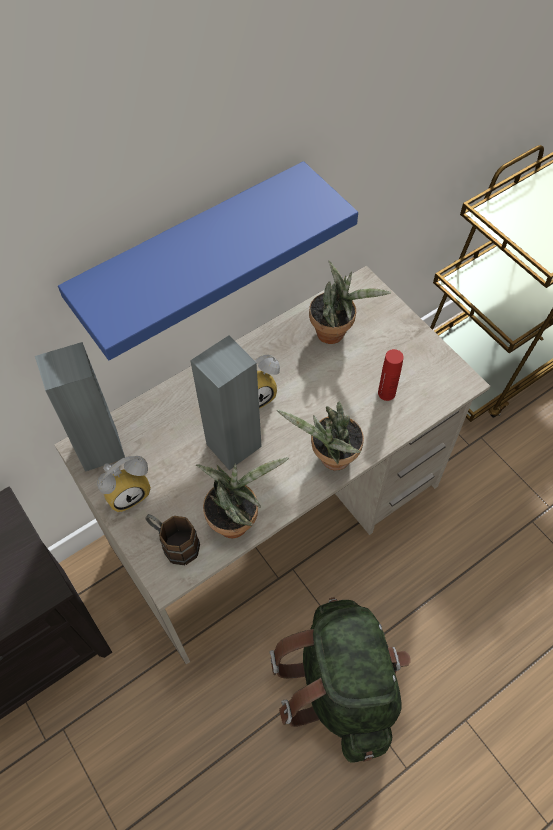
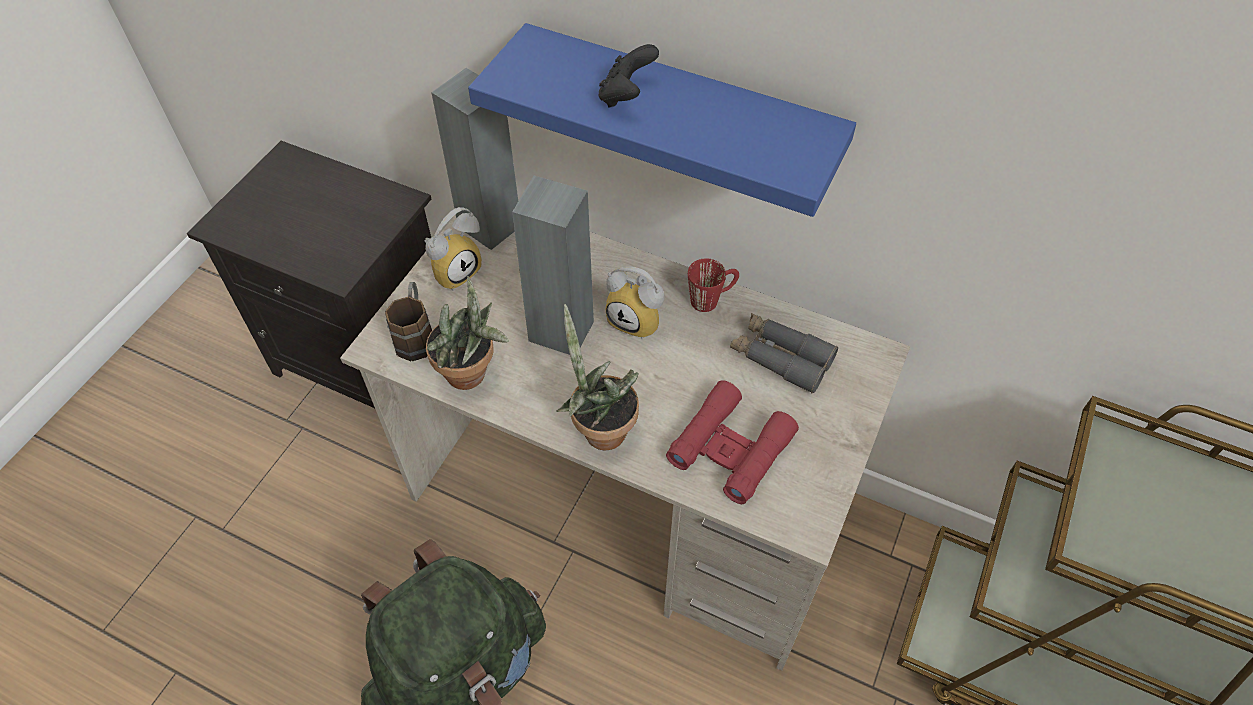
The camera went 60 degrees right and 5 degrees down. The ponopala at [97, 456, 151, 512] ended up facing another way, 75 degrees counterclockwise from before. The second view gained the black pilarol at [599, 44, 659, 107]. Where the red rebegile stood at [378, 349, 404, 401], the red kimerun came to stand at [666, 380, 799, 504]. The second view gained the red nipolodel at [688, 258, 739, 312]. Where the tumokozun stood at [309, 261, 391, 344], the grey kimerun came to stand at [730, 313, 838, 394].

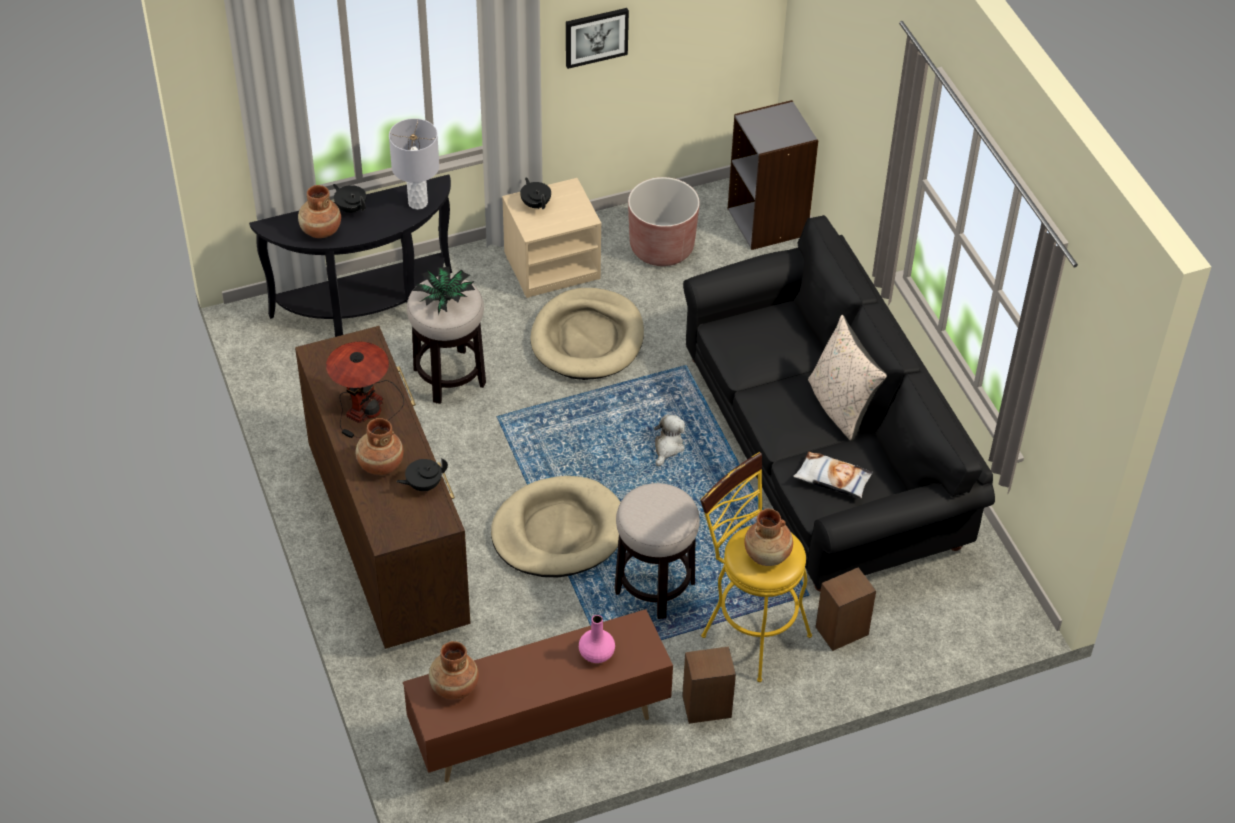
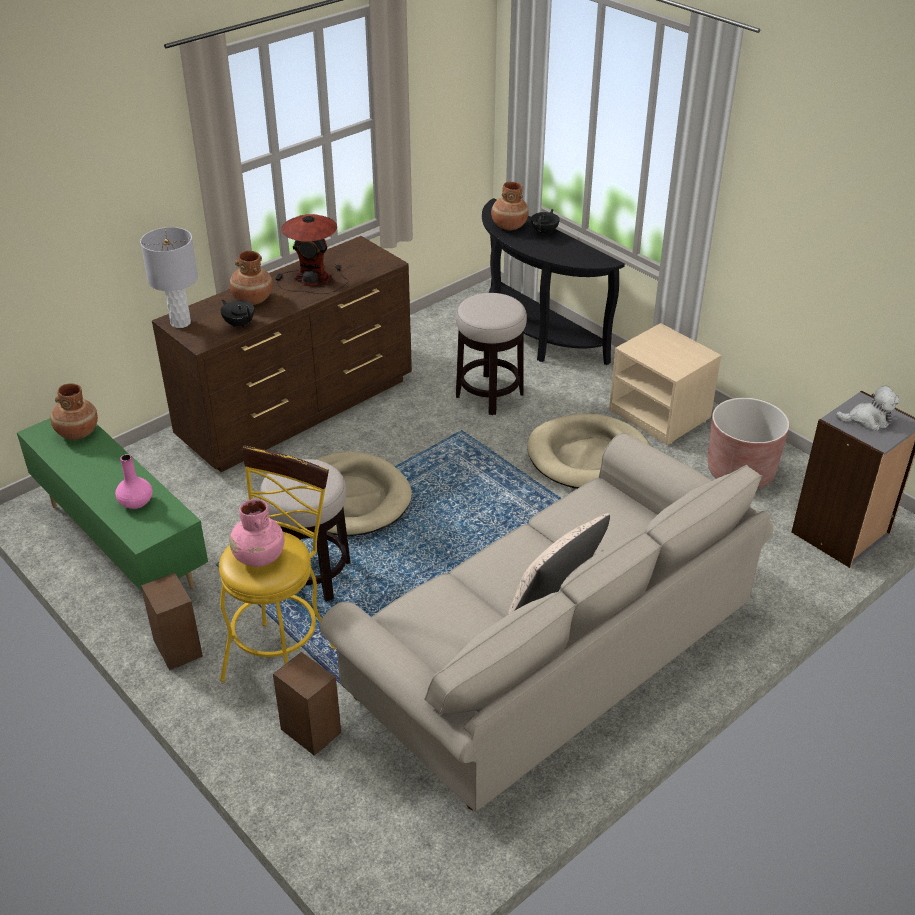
The camera went 70 degrees right and 10 degrees down. What was the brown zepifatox at [403, 609, 673, 783] turned into the green zepifatox at [17, 418, 208, 592]. The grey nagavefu ended up elsewhere, having gone from [389, 118, 439, 210] to [140, 227, 198, 328]. What was the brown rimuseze at [744, 509, 793, 566] turned into the pink rimuseze at [229, 499, 284, 567]. What was the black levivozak at [683, 215, 995, 592] turned into the beige levivozak at [320, 433, 774, 812]. The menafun ended up elsewhere, having gone from [654, 414, 685, 466] to [836, 385, 900, 431]. The second view lost the tumokozun at [413, 266, 475, 315]. The second view lost the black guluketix at [520, 177, 551, 209]. The second view lost the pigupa at [566, 8, 629, 69]. The second view lost the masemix at [793, 452, 873, 498].

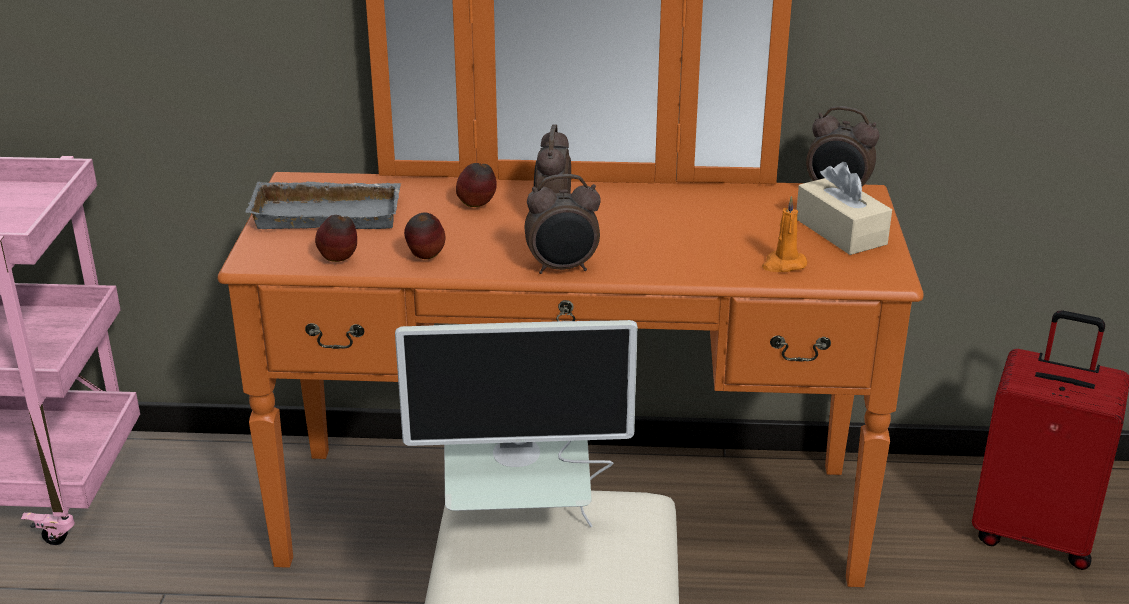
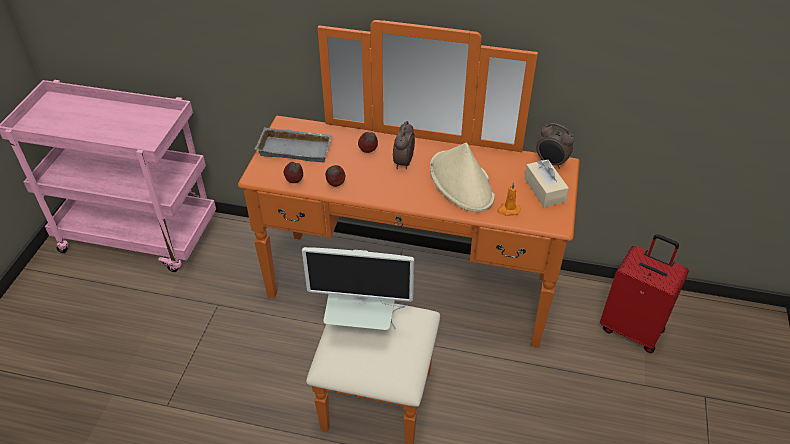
The camera went 10 degrees right and 15 degrees up. The second view gained the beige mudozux at [430, 142, 495, 212]. The second view lost the ponopala at [525, 174, 601, 274].

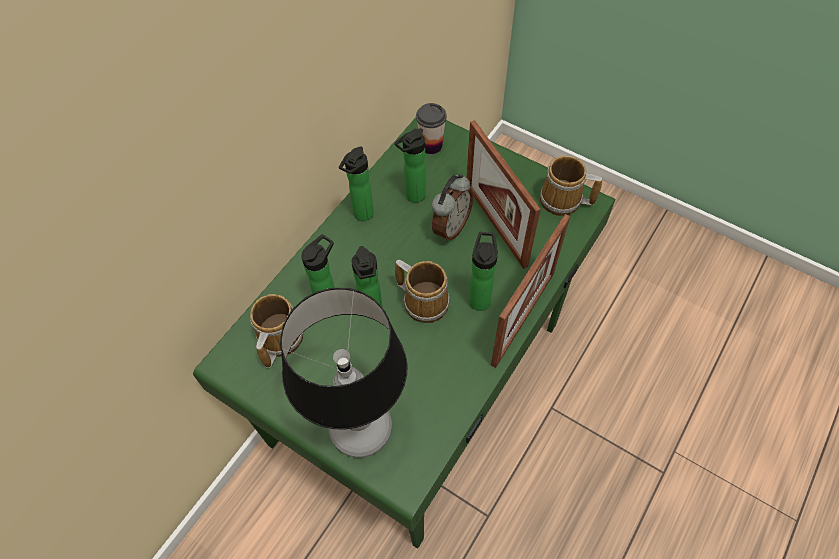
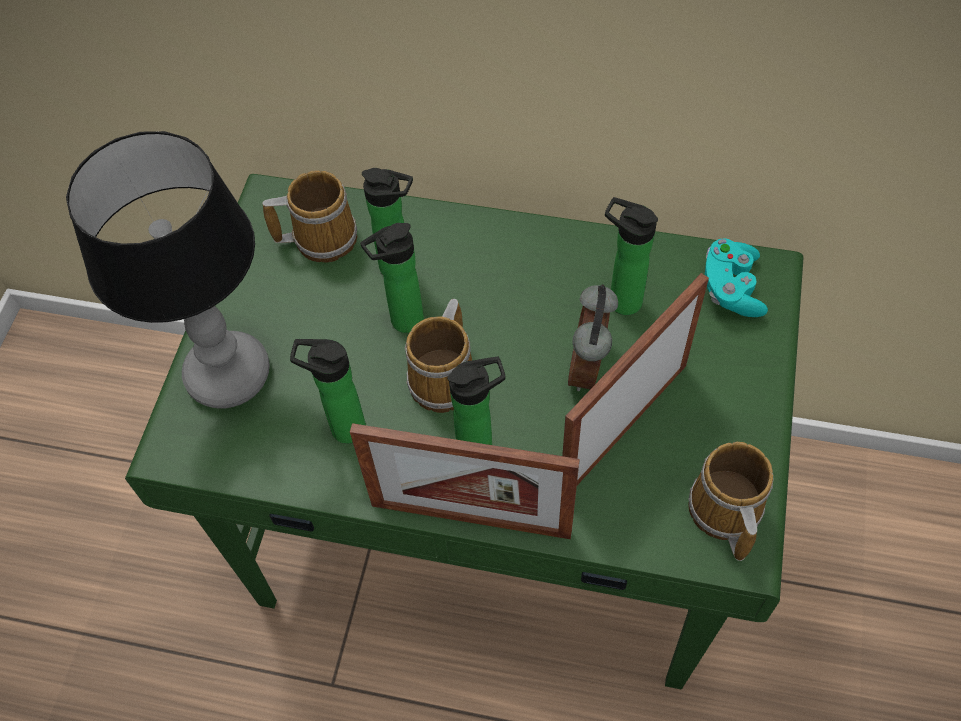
The camera went 70 degrees right and 0 degrees up. The rebegile ended up elsewhere, having gone from [339, 146, 374, 221] to [290, 339, 366, 444]. The ponopala at [432, 174, 473, 242] ended up facing another way, 90 degrees clockwise from before. Where the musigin stood at [416, 103, 447, 154], the turquoise pilarol came to stand at [705, 238, 768, 317].

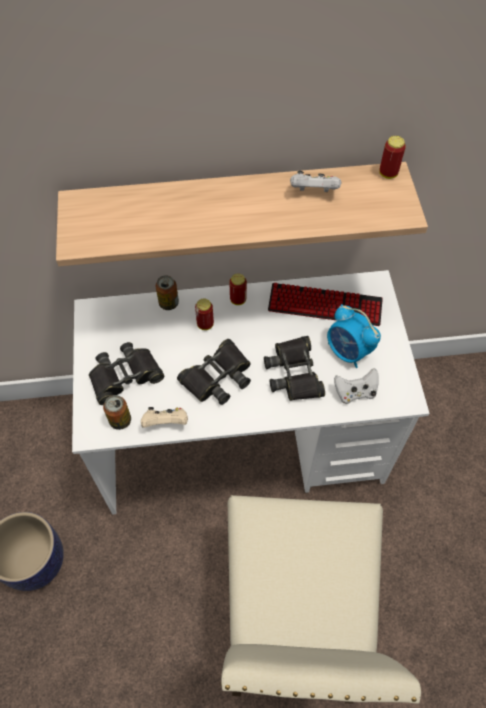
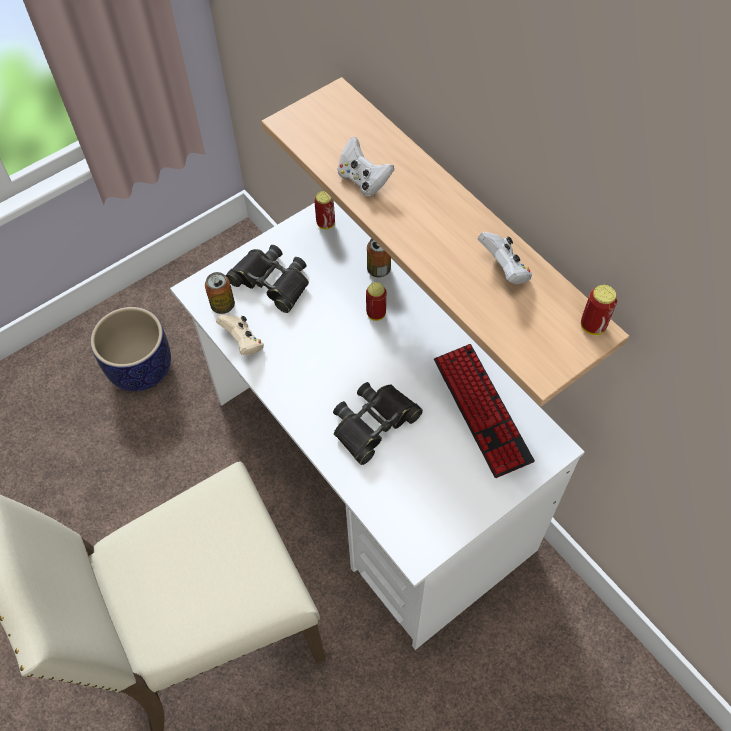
The camera went 60 degrees right and 0 degrees up. The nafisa ended up elsewhere, having gone from [229, 273, 247, 305] to [314, 191, 335, 230]. The white pilarol ended up elsewhere, having gone from [334, 368, 379, 404] to [338, 137, 394, 196]. The second view lost the black kimerun at [177, 339, 251, 405]. The second view lost the ponopala at [327, 304, 381, 368].

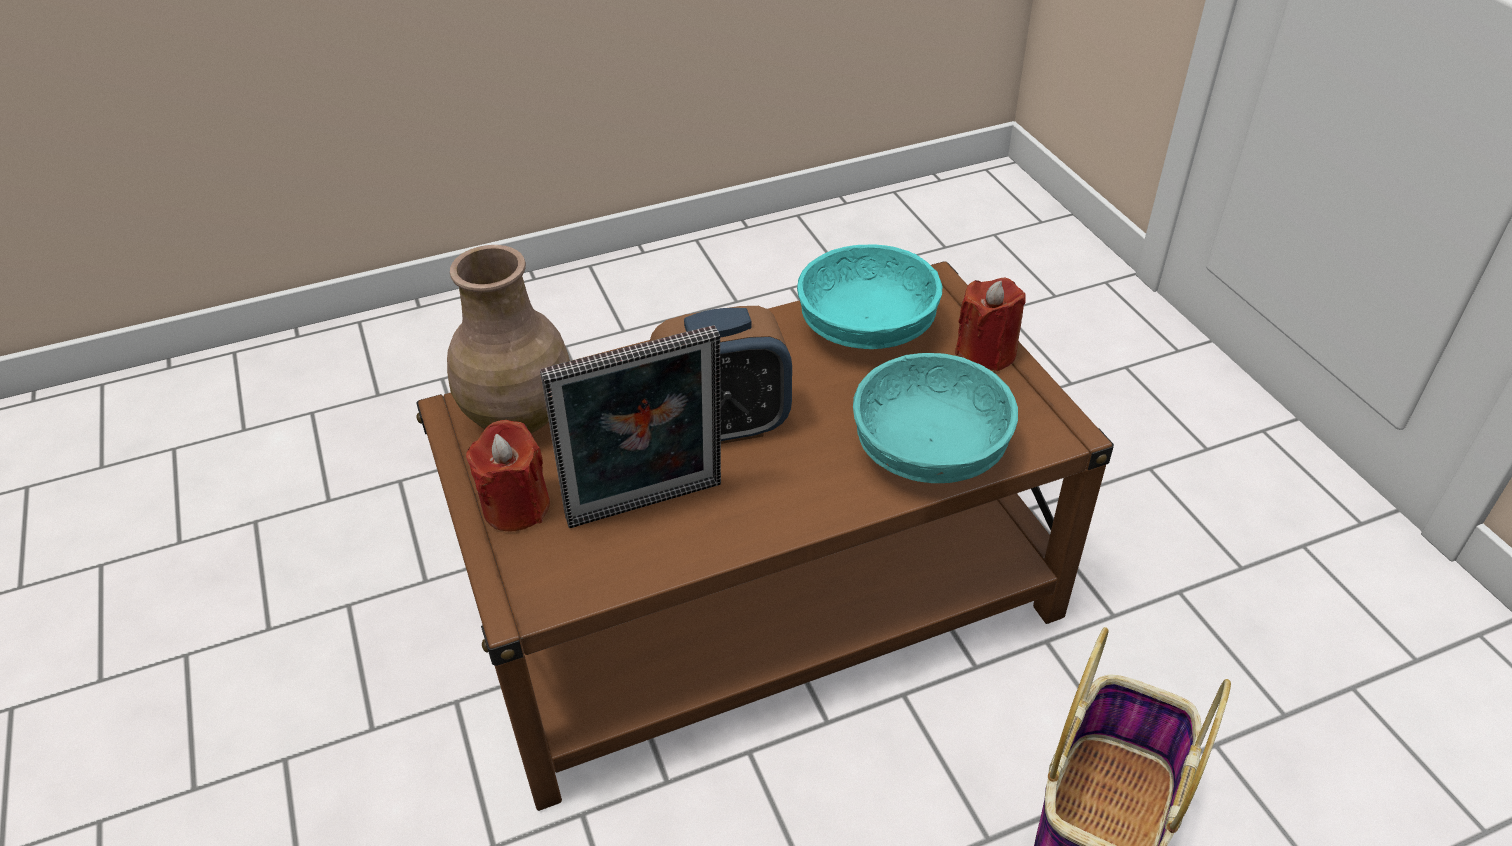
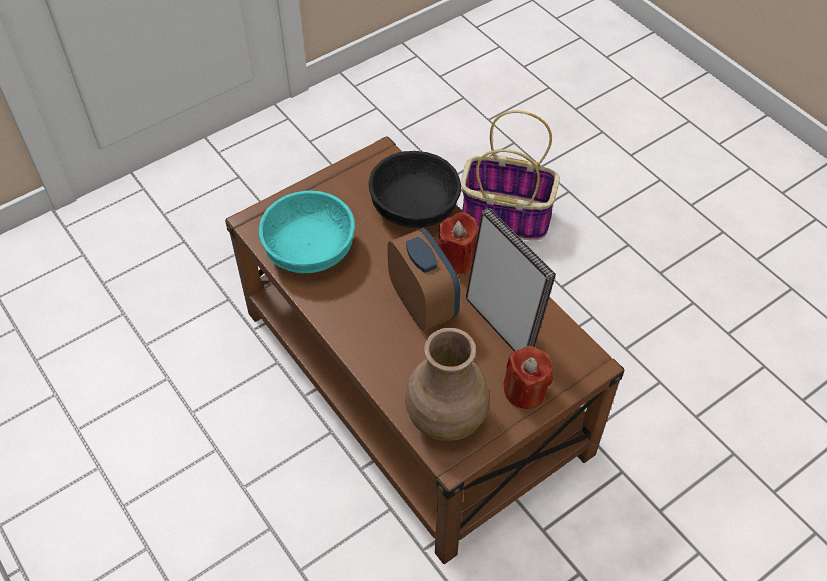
The camera went 105 degrees left and 10 degrees up. What was the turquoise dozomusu at [853, 353, 1018, 483] turned into the black dozomusu at [368, 151, 461, 228]. The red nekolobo ended up elsewhere, having gone from [955, 278, 1026, 371] to [438, 212, 478, 274].

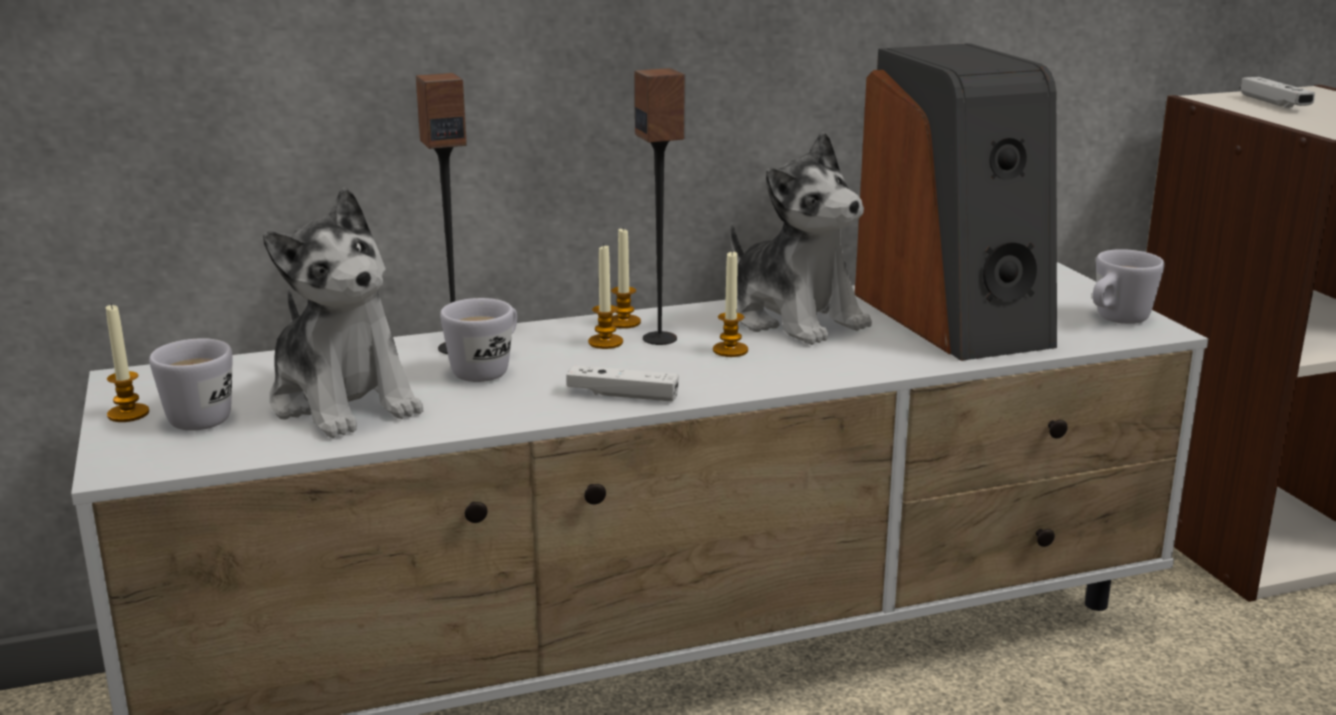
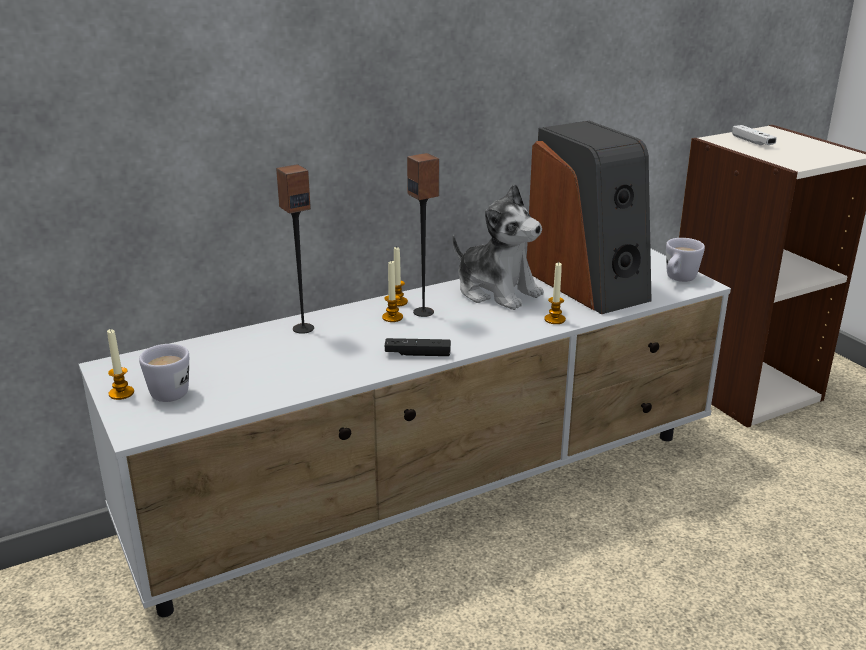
The camera went 10 degrees left and 5 degrees up. What was the white pilarol at [566, 365, 679, 401] turned into the black pilarol at [385, 338, 451, 356]. The nekolobo ended up elsewhere, having gone from [713, 250, 748, 357] to [544, 262, 566, 324]. The second view lost the menafun at [263, 187, 423, 438]. The second view lost the white nipolodel at [440, 298, 517, 382].

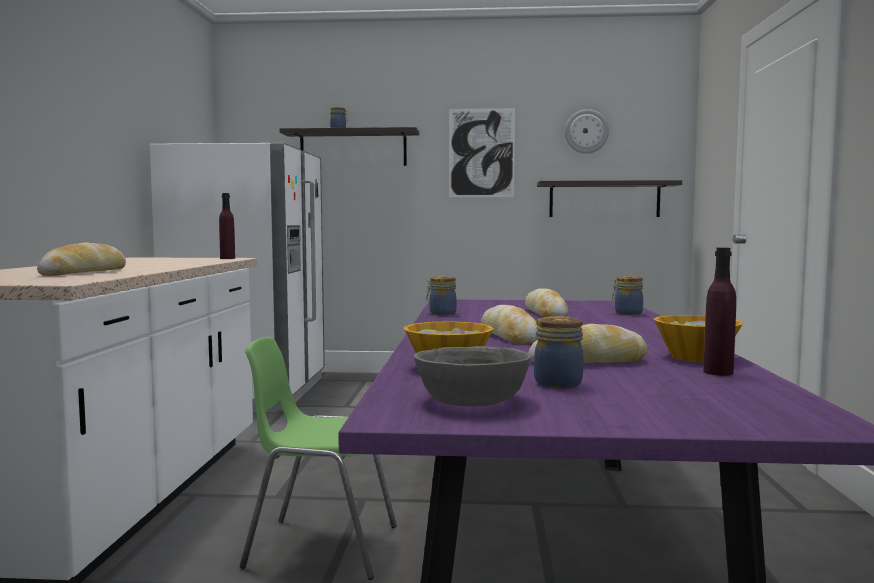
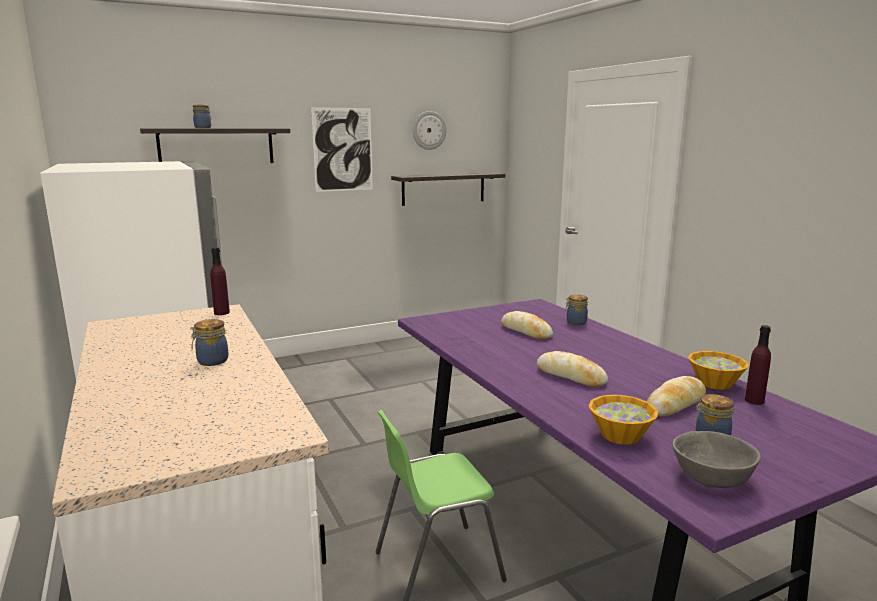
The camera went 30 degrees left and 10 degrees up. The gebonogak ended up elsewhere, having gone from [426, 276, 457, 315] to [190, 319, 228, 366]. The second view lost the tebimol at [37, 243, 126, 276].

